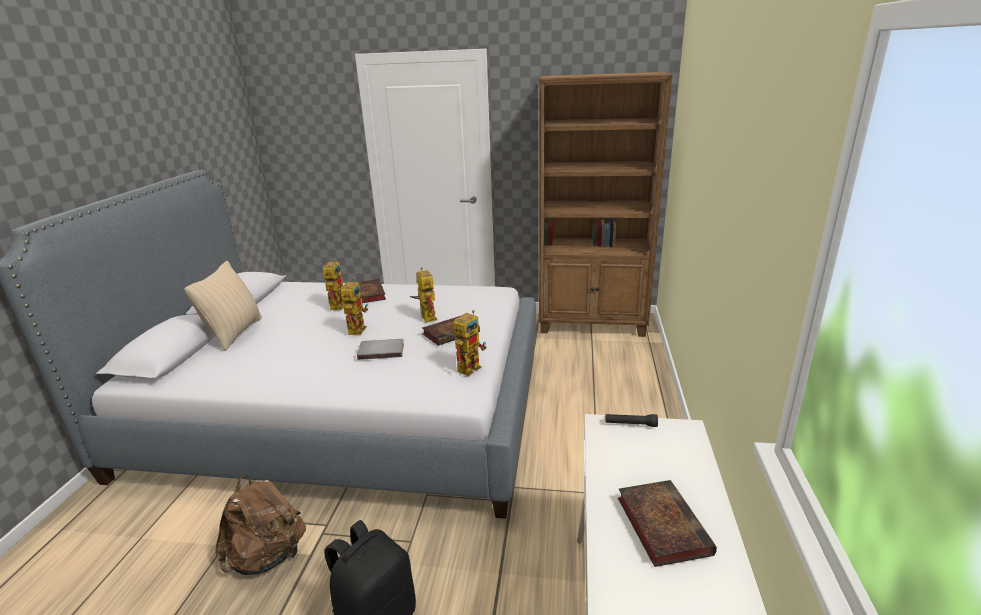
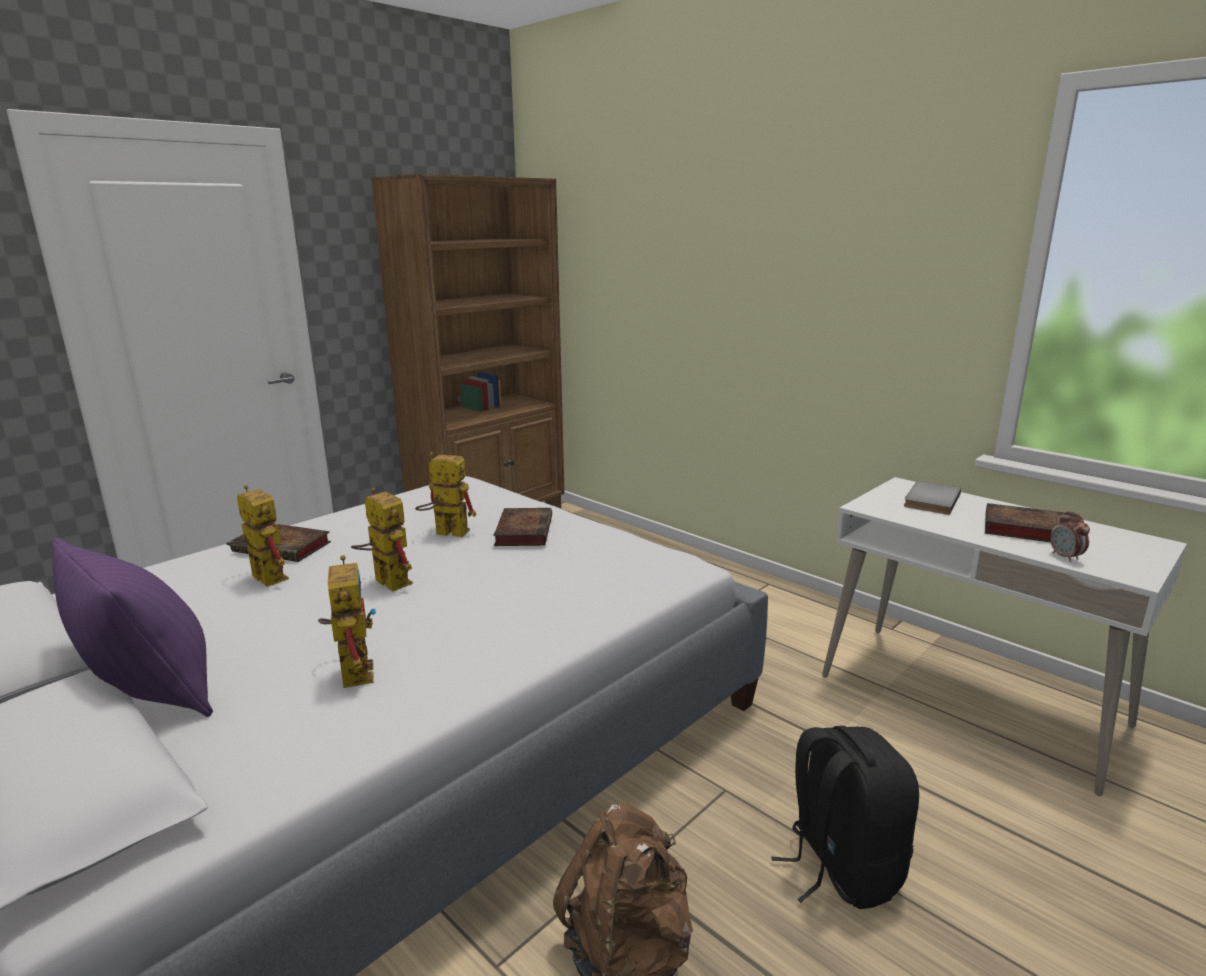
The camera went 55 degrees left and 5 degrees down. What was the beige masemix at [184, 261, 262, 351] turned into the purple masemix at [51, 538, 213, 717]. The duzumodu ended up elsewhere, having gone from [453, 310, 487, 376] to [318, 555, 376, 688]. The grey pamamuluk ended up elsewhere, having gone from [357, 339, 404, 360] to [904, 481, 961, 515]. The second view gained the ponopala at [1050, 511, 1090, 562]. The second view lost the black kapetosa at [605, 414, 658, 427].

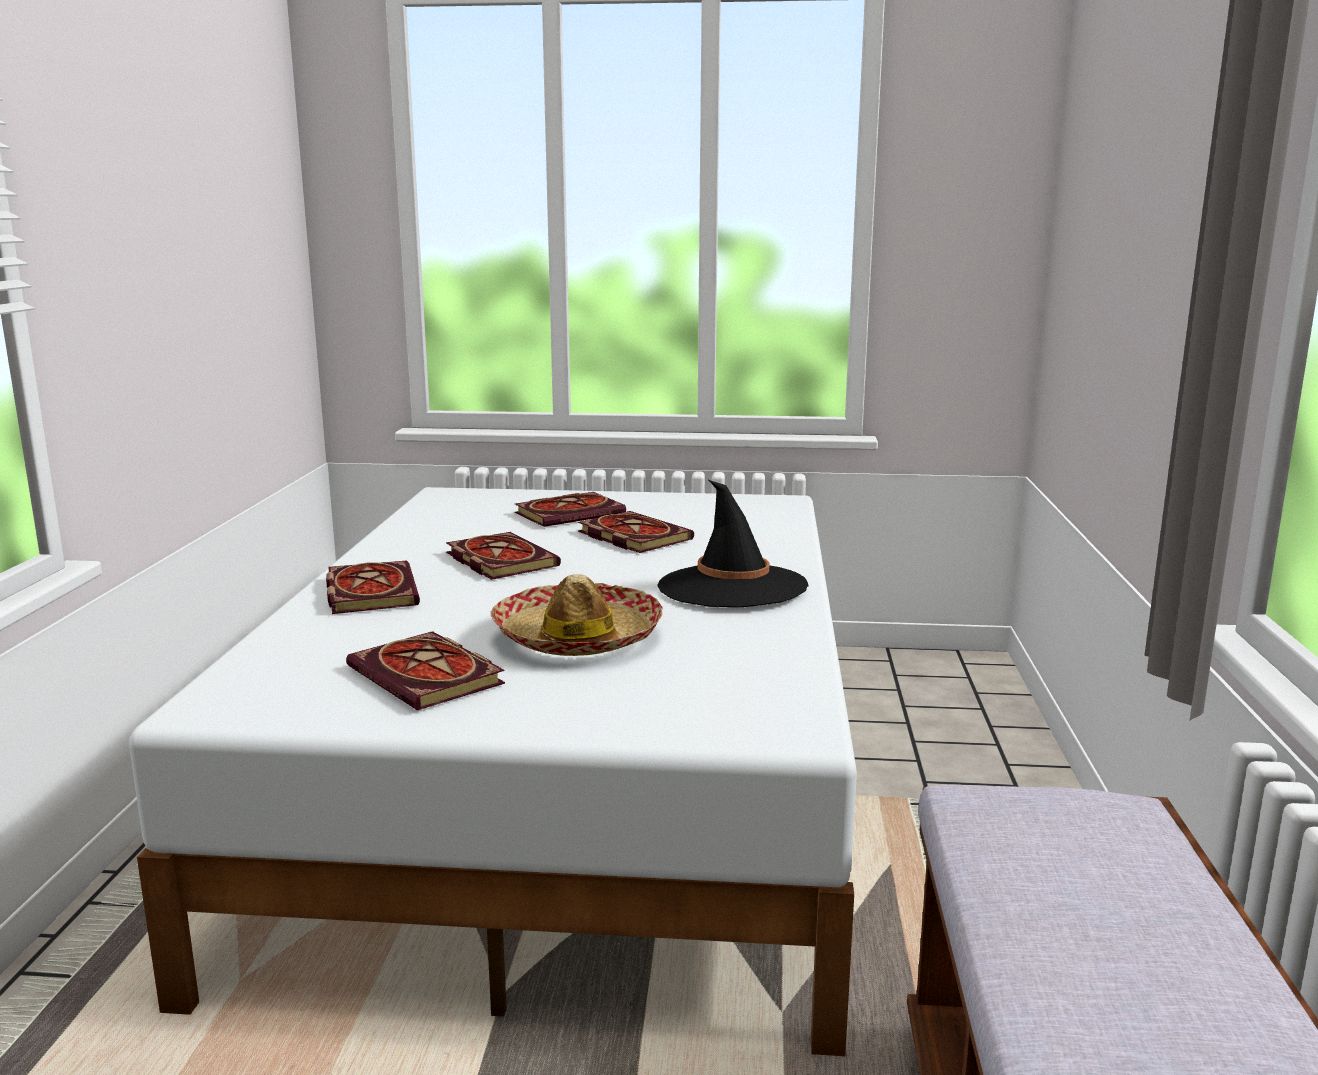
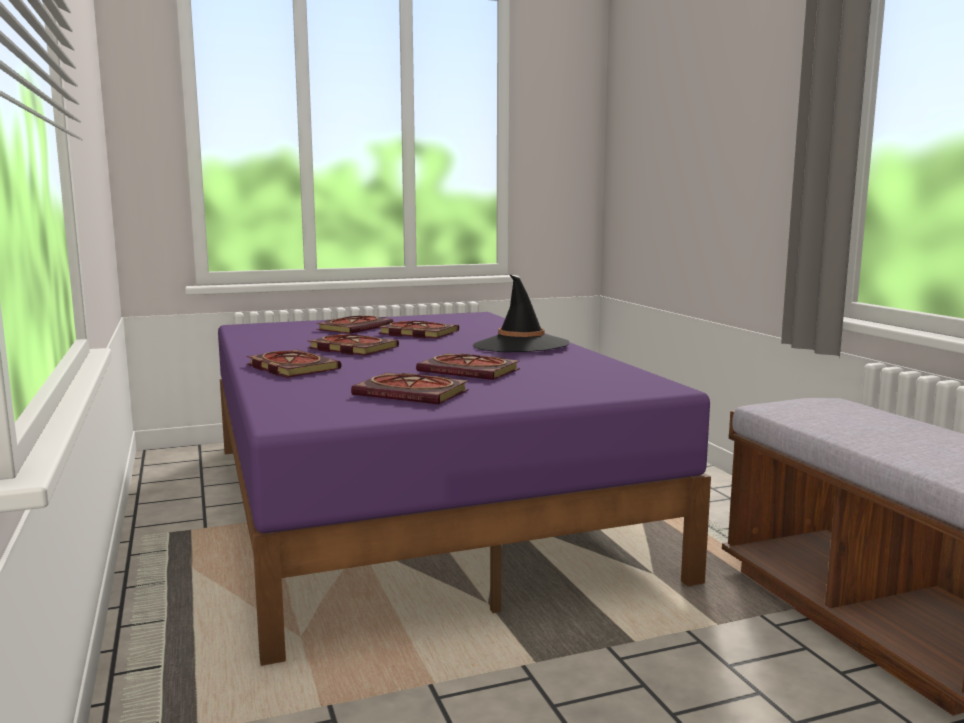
The camera went 25 degrees left and 5 degrees down. What was the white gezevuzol at [129, 487, 857, 1056] turned into the purple gezevuzol at [218, 312, 711, 666]. Where the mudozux stood at [490, 574, 662, 656], the pamamuluk came to stand at [416, 353, 520, 380].

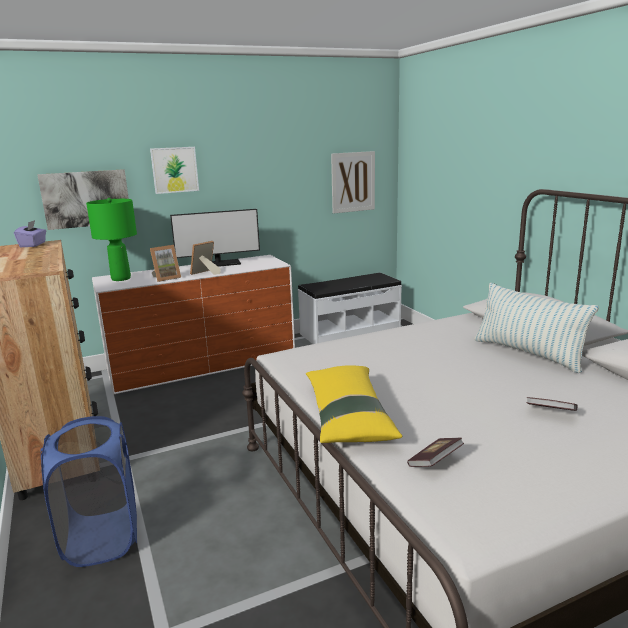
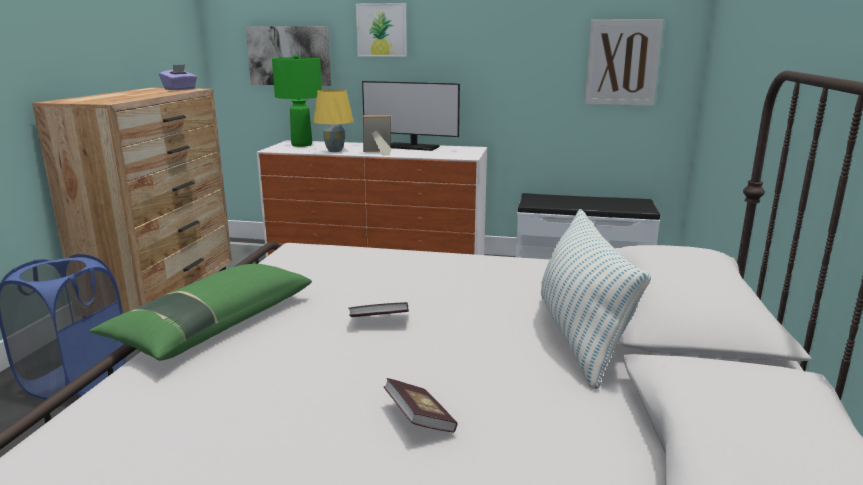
The camera went 35 degrees right and 0 degrees up. What was the yellow masemix at [306, 365, 402, 443] turned into the green masemix at [90, 264, 312, 361]. Where the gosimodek stood at [150, 245, 181, 282], the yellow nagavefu came to stand at [313, 89, 354, 152]. The pamamuluk ended up elsewhere, having gone from [407, 438, 464, 467] to [349, 302, 409, 317].

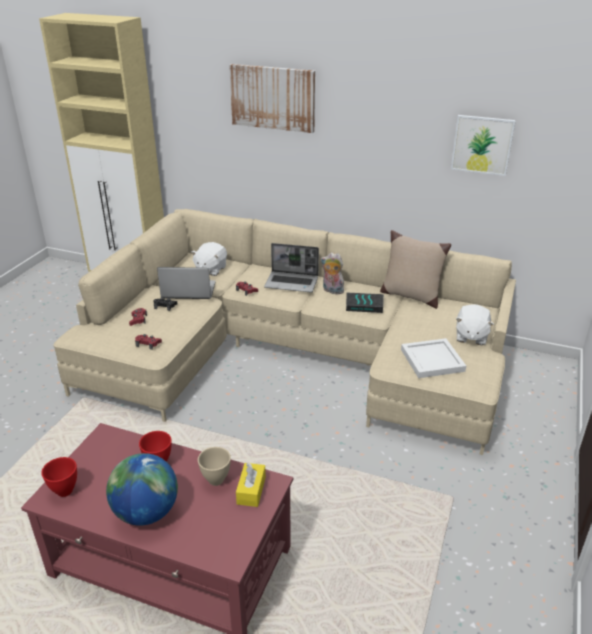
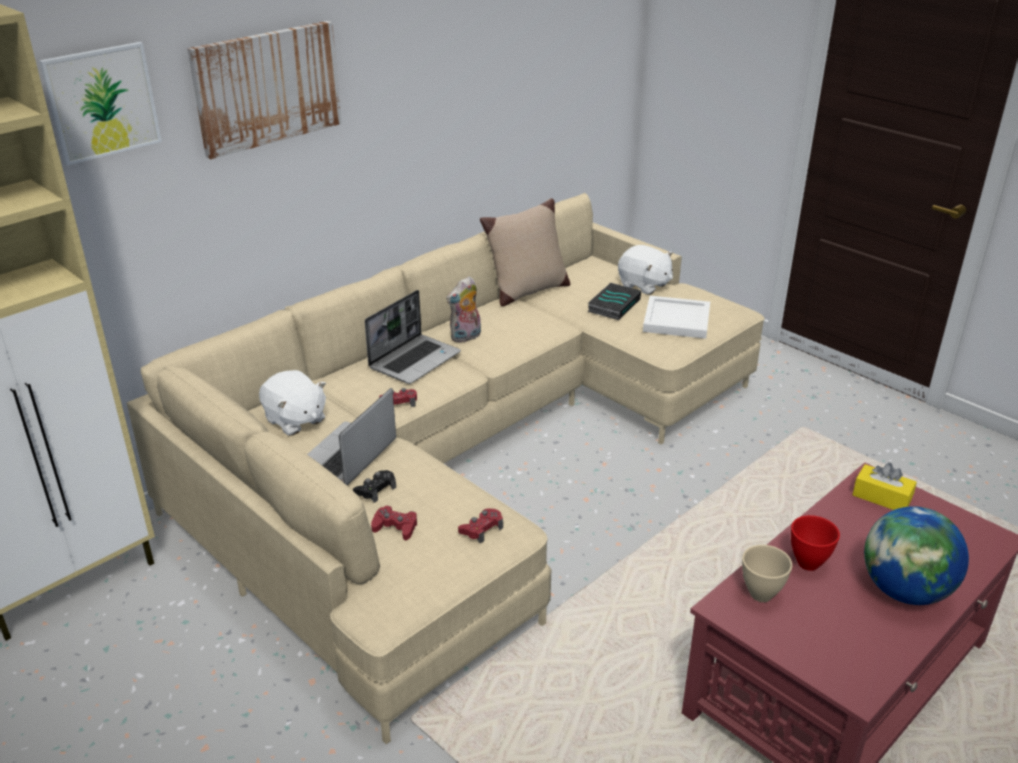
The camera went 65 degrees left and 0 degrees up. The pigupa ended up elsewhere, having gone from [451, 115, 516, 176] to [39, 42, 162, 166]. The pamamuluk ended up elsewhere, having gone from [346, 292, 384, 313] to [587, 283, 641, 320]. The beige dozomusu ended up elsewhere, having gone from [198, 447, 231, 486] to [742, 545, 792, 602]. The second view lost the red dozomusu at [41, 457, 77, 497].

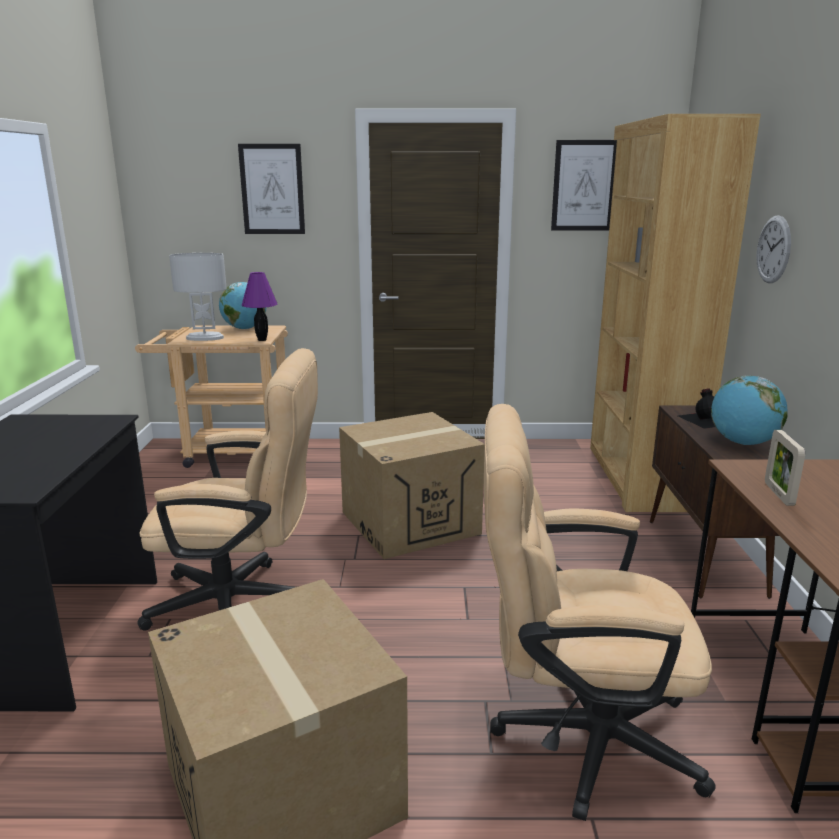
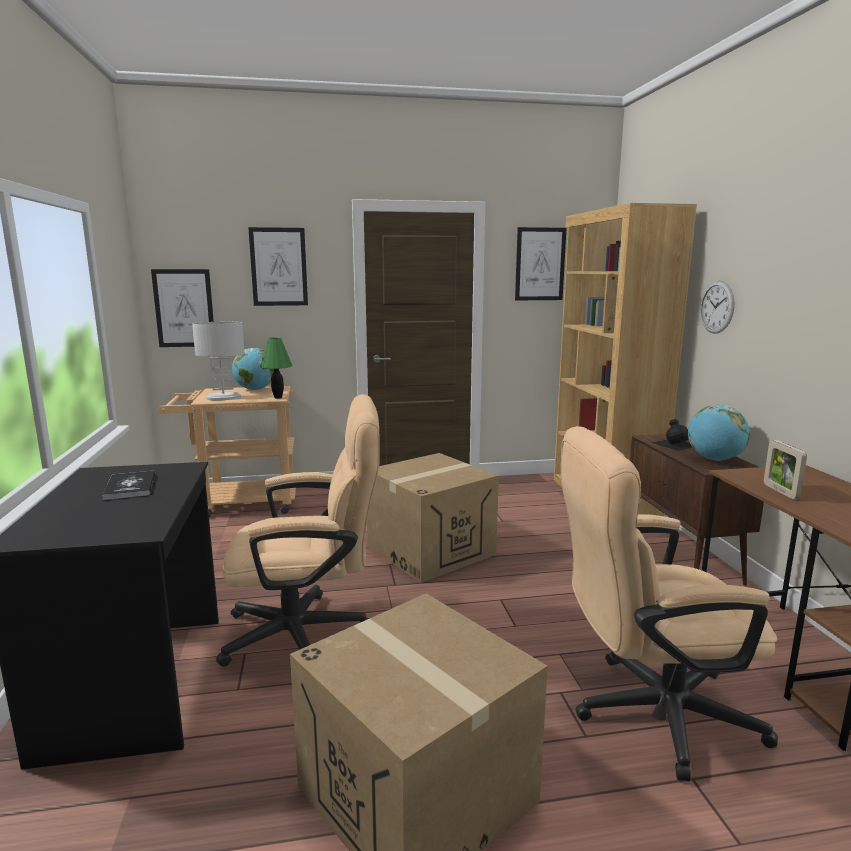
The camera went 10 degrees left and 5 degrees down. The second view gained the pamamuluk at [102, 471, 155, 500]. The second view gained the pigupa at [151, 269, 214, 347]. What was the purple nagavefu at [241, 272, 277, 341] turned into the green nagavefu at [260, 337, 293, 399].

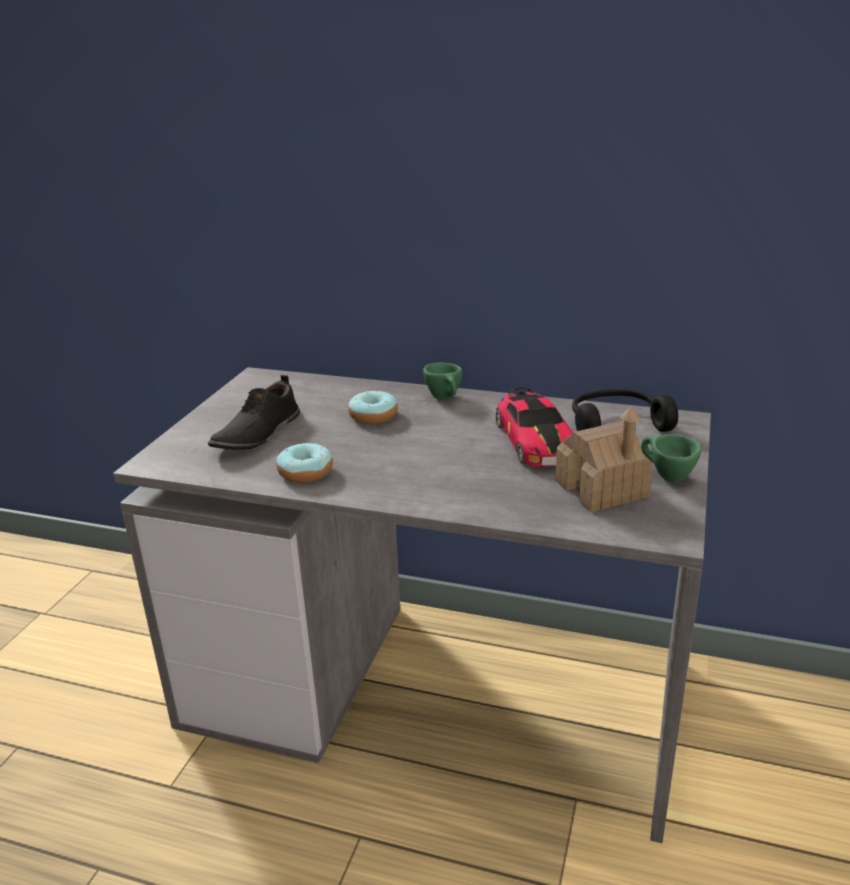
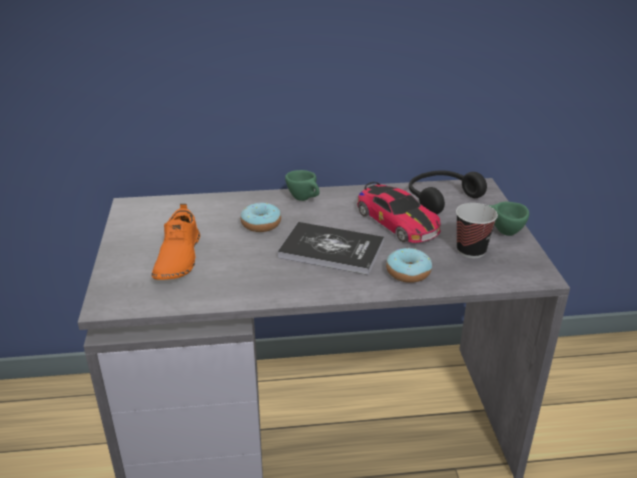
The camera went 25 degrees left and 5 degrees up. What was the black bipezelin at [208, 375, 300, 450] turned into the orange bipezelin at [151, 204, 200, 280]. The second view gained the pamamuluk at [278, 222, 384, 275]. The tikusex ended up elsewhere, having gone from [276, 442, 333, 483] to [386, 248, 432, 283]. Where the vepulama stood at [556, 406, 653, 512], the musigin came to stand at [456, 203, 498, 258].

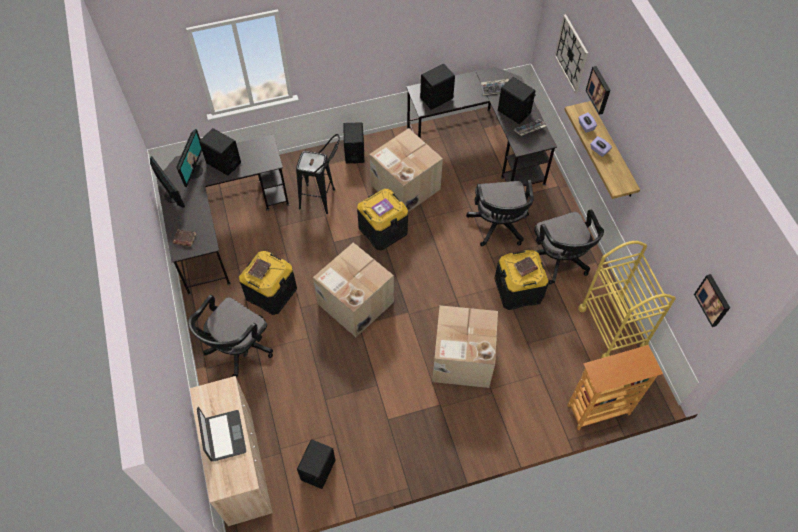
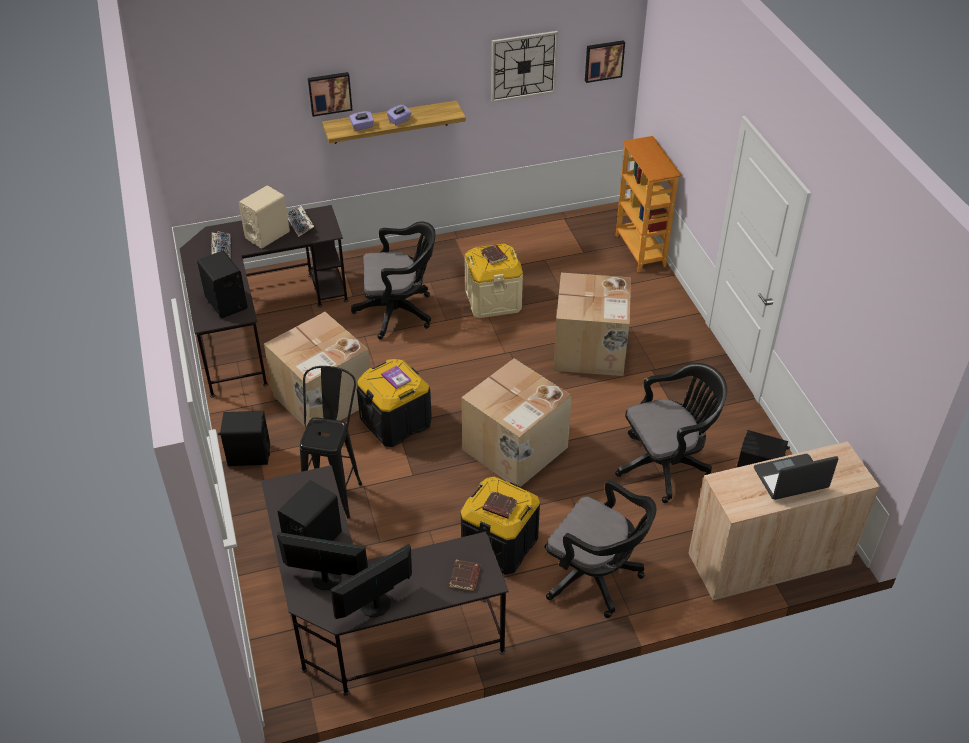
The camera went 90 degrees left and 15 degrees down. What was the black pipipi at [498, 77, 536, 124] turned into the beige pipipi at [238, 185, 290, 249]. What was the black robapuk at [494, 250, 549, 310] turned into the beige robapuk at [465, 244, 523, 318]. The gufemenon ended up elsewhere, having gone from [554, 14, 588, 94] to [491, 31, 558, 103]. The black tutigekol ended up elsewhere, having gone from [534, 209, 604, 285] to [615, 363, 727, 503]. The second view lost the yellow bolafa at [578, 241, 676, 358].

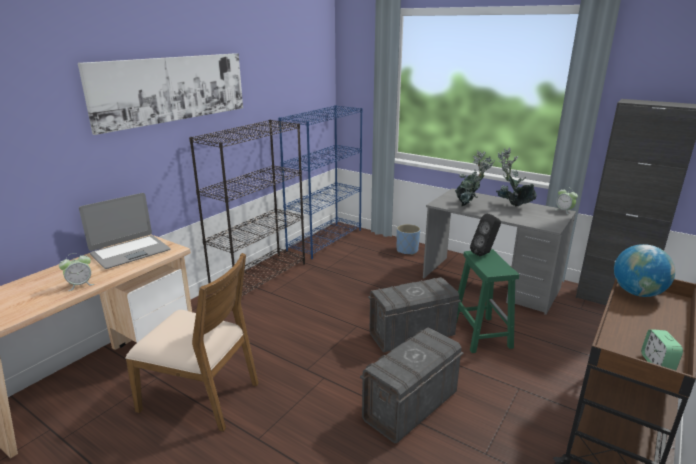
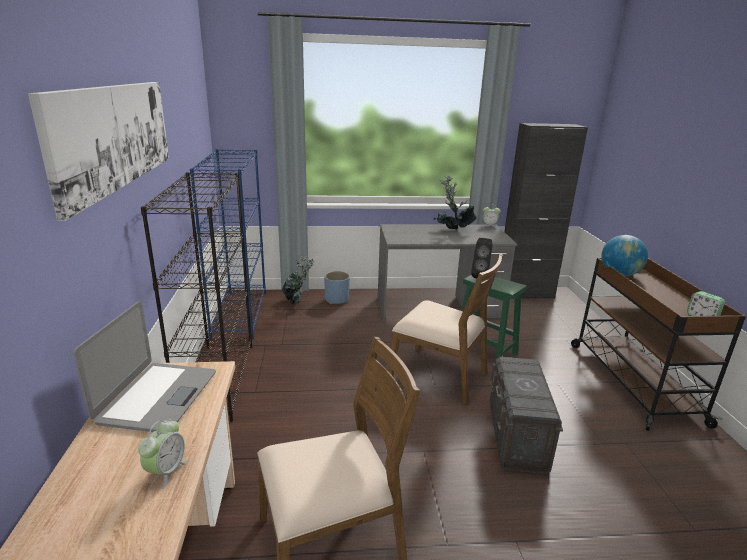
The camera went 40 degrees left and 0 degrees up. The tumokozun ended up elsewhere, having gone from [455, 151, 495, 206] to [282, 255, 315, 305]. Where the grey robapuk stood at [368, 277, 461, 352], the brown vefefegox came to stand at [388, 253, 503, 405].

